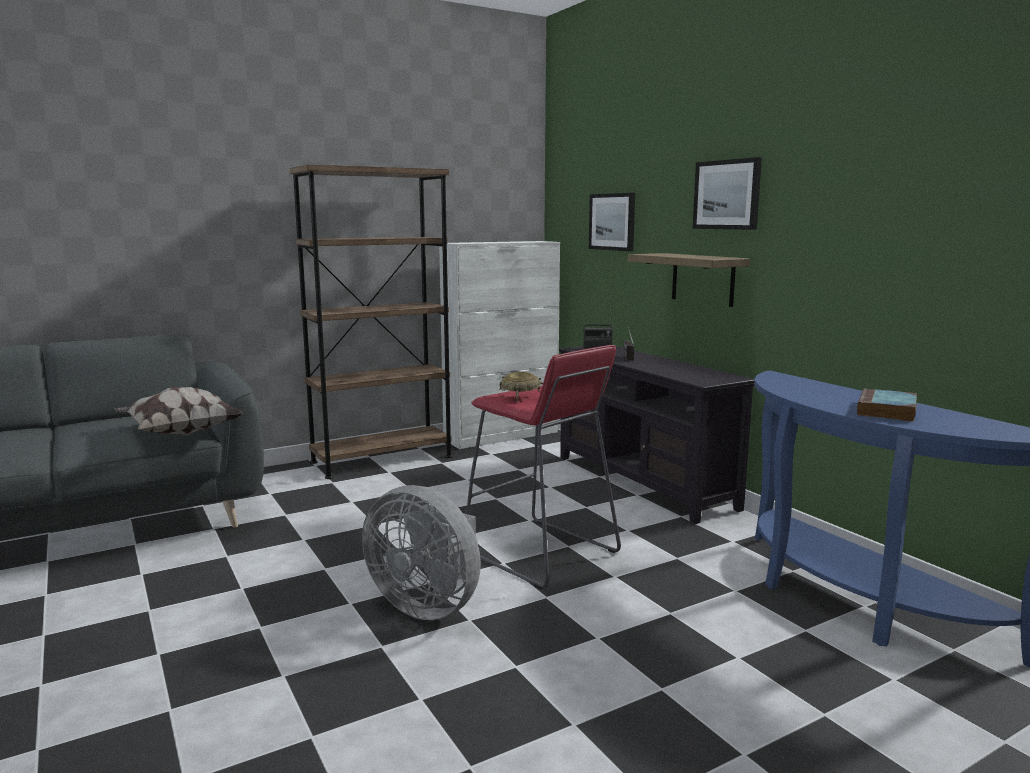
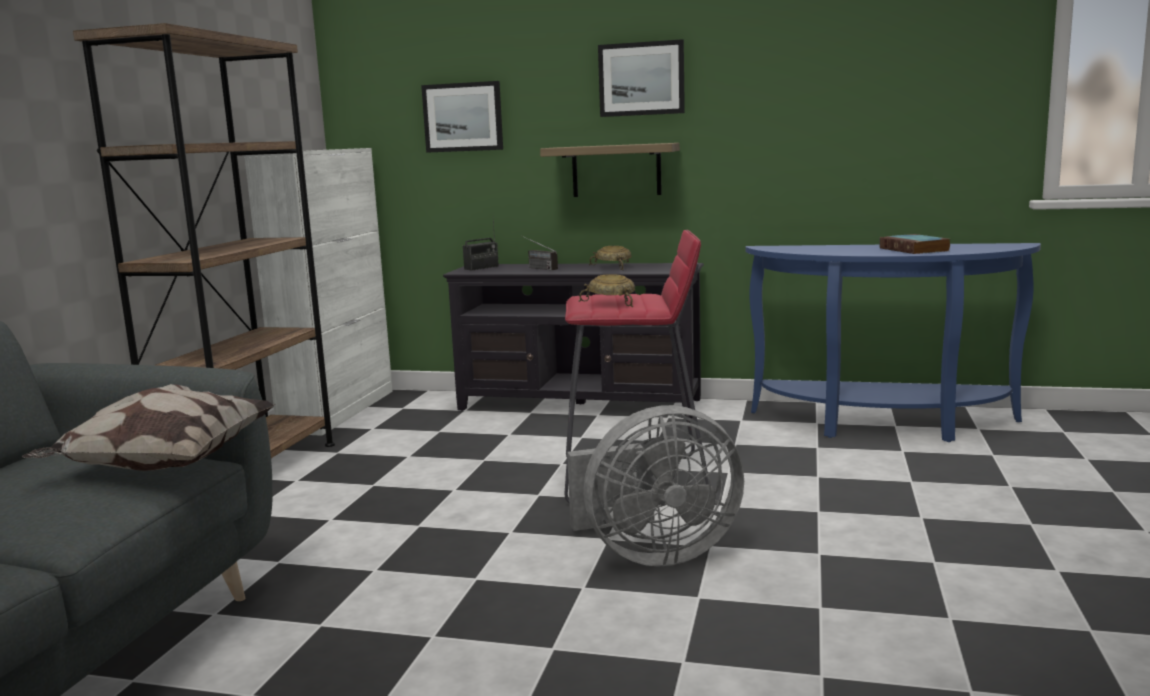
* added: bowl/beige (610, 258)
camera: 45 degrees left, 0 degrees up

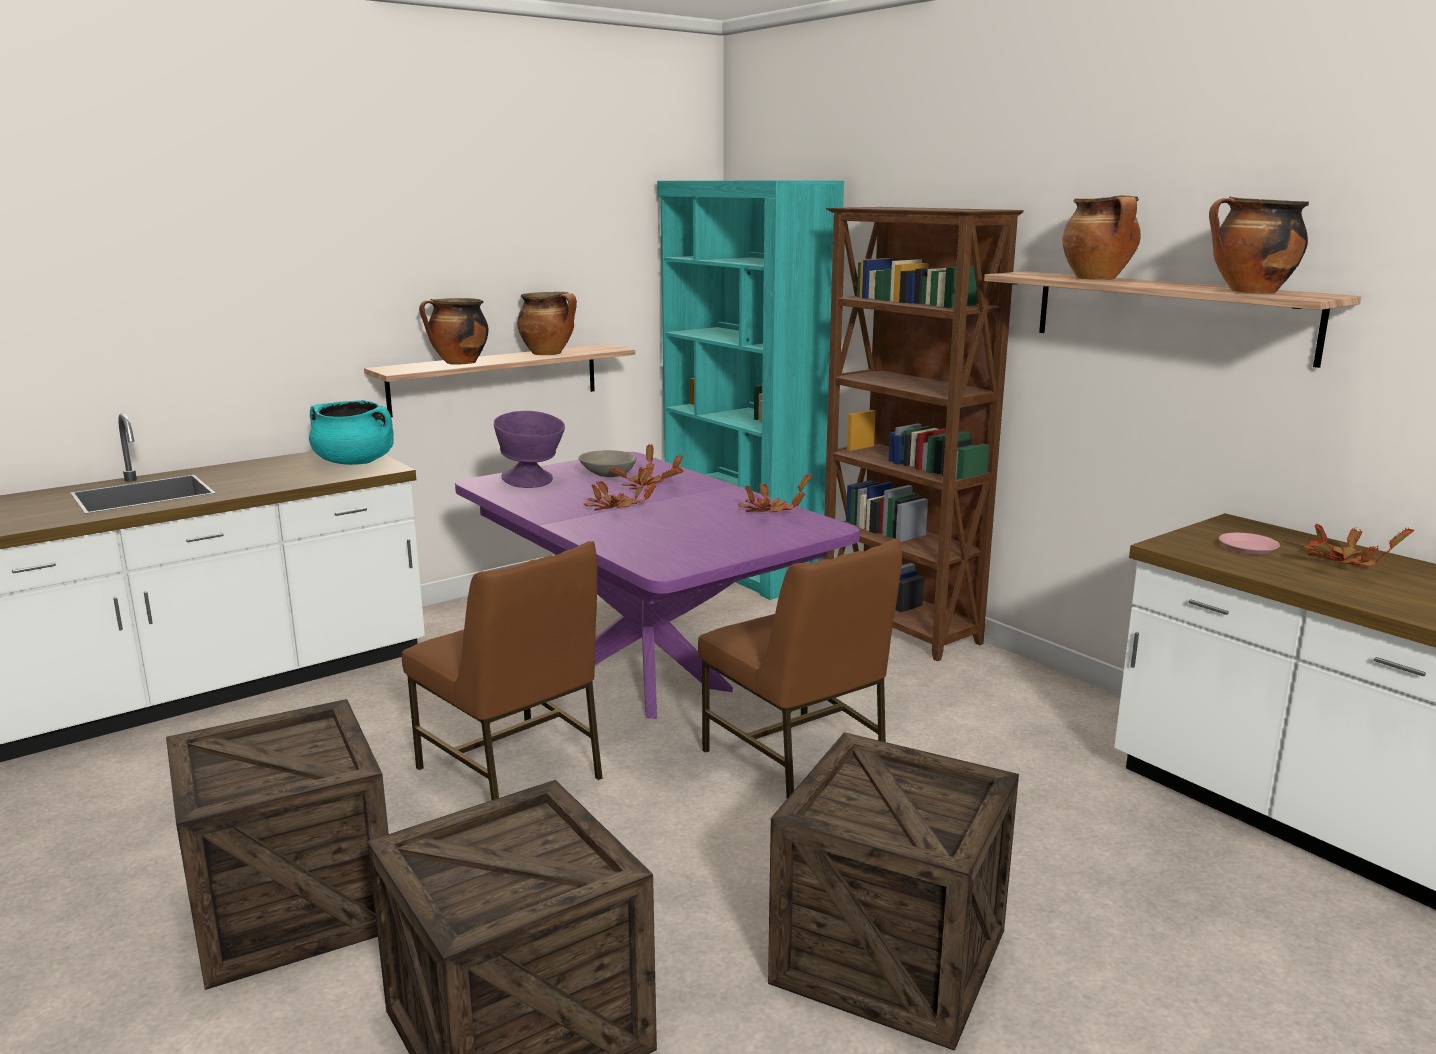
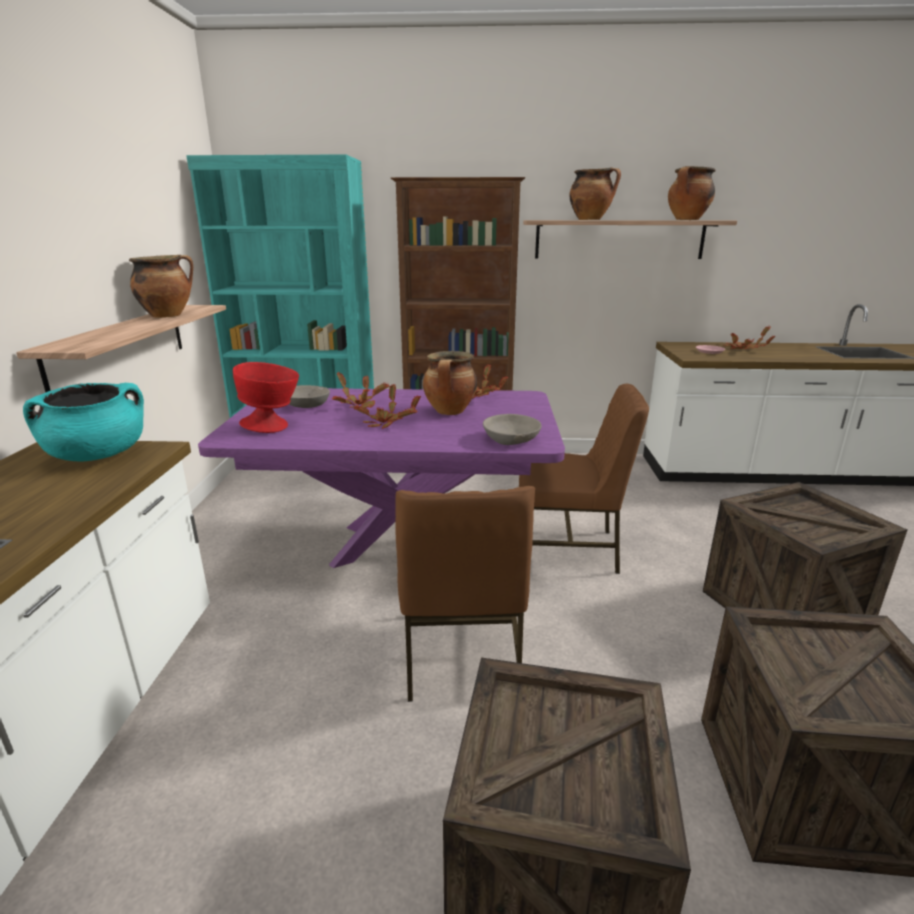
* added: bowl/gray (512, 429)
* moved: cooking pot (453, 331) to (450, 383)
* recoloured: bowl/purple-coloured (529, 449) to bowl/reddish (266, 397)
* turned: chair/brownish (502, 671) = (465, 594) 90 degrees clockwise
camera: 50 degrees left, 5 degrees up

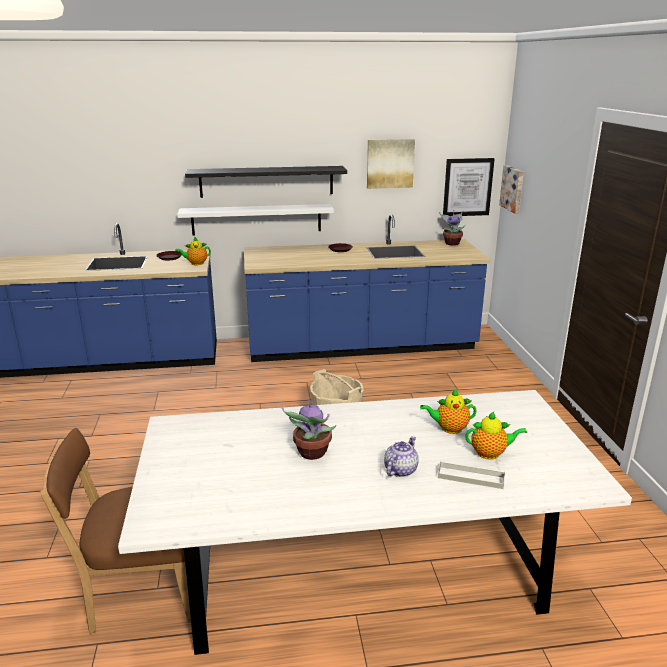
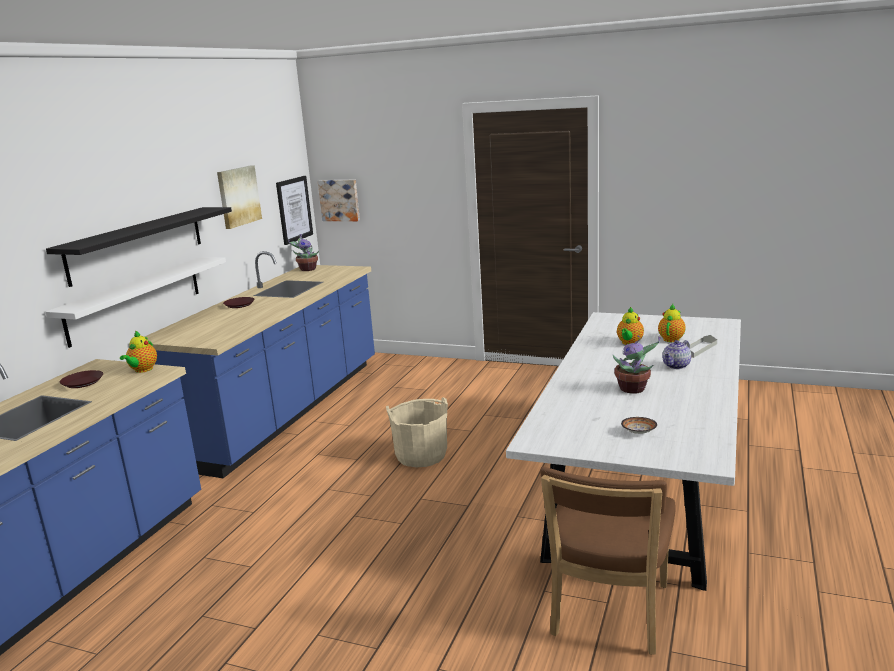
* added: bowl (639, 425)
* turned: teapot (401, 456) = (676, 354) 105 degrees counterclockwise
camera: 60 degrees left, 5 degrees down

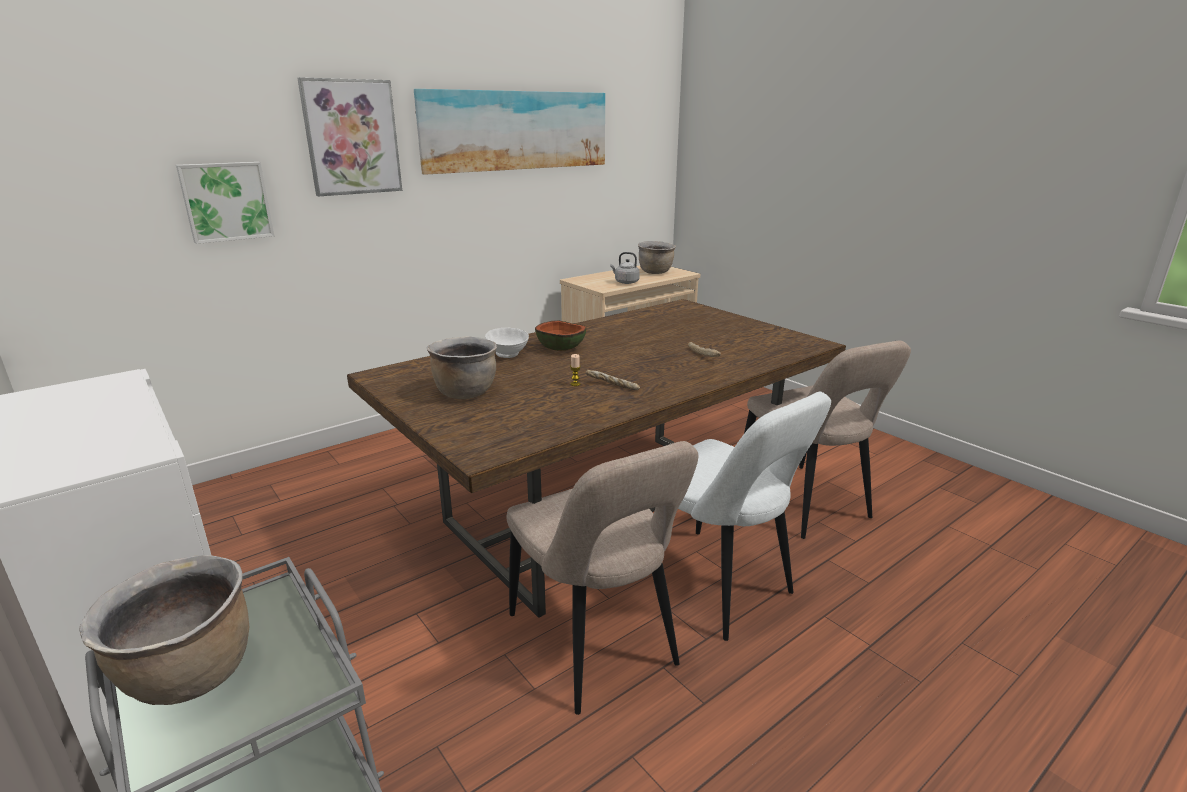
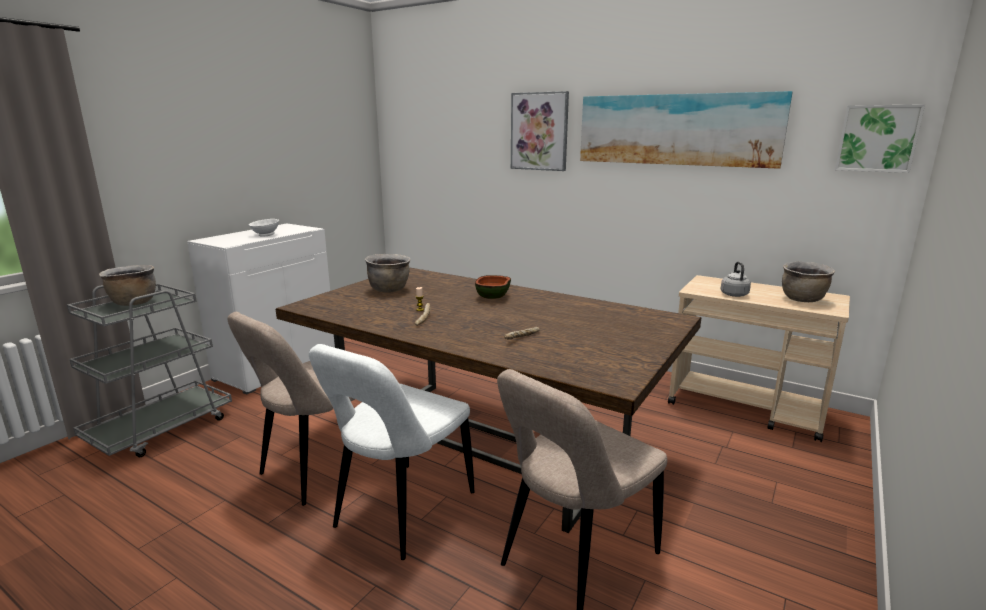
* moved: wall picture (225, 203) to (880, 138)
* moved: bowl/white-coloured (507, 343) to (264, 228)
camera: 70 degrees right, 5 degrees down

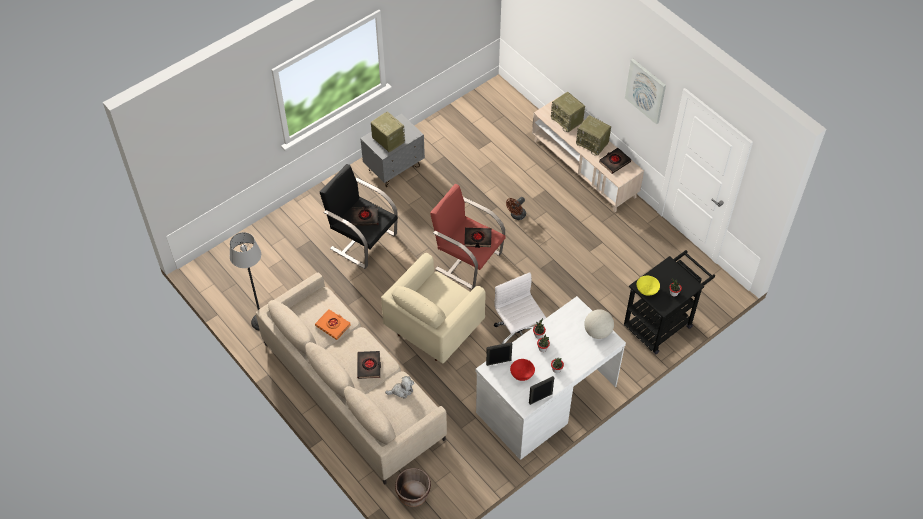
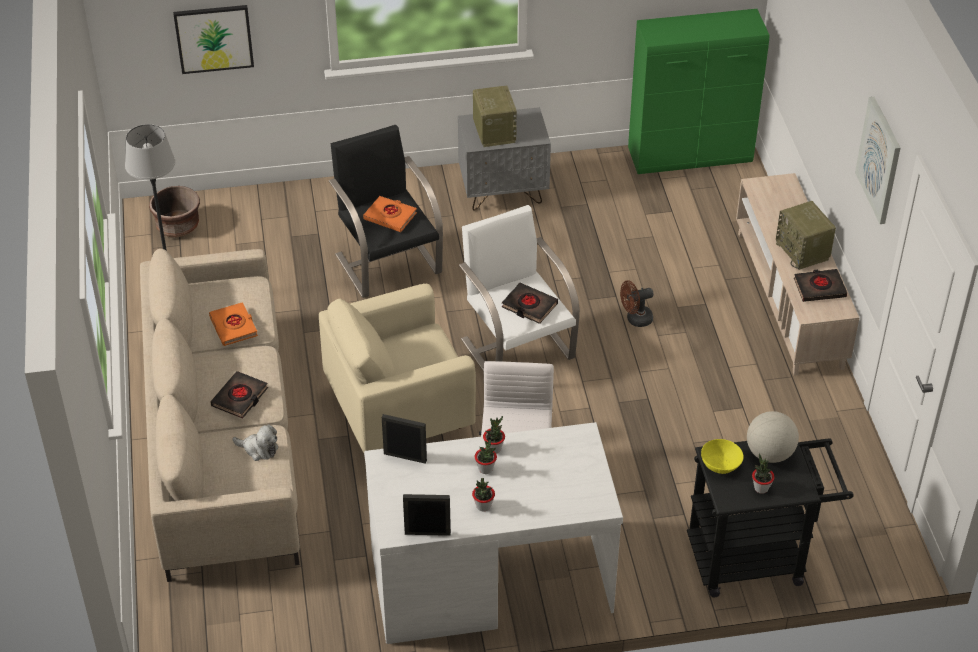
* removed: bowl/reddish (522, 370)
* removed: radio (568, 112)
* added: wall picture (213, 39)
* added: storage cabinet/greenish (698, 91)
* moved: plant pot/brownish (413, 487) to (174, 212)
* moved: desk globe (599, 324) to (773, 437)
* recoloured: bound book/blackish (365, 216) to bound book/orange (390, 214)
* recoloured: easy chair/reddish (468, 236) to easy chair/white-coloured (519, 288)
camera: 30 degrees right, 10 degrees down

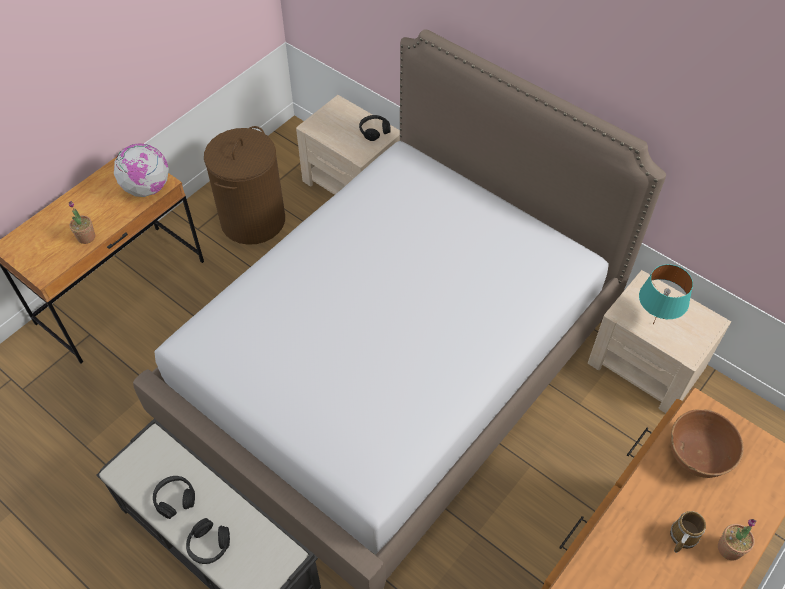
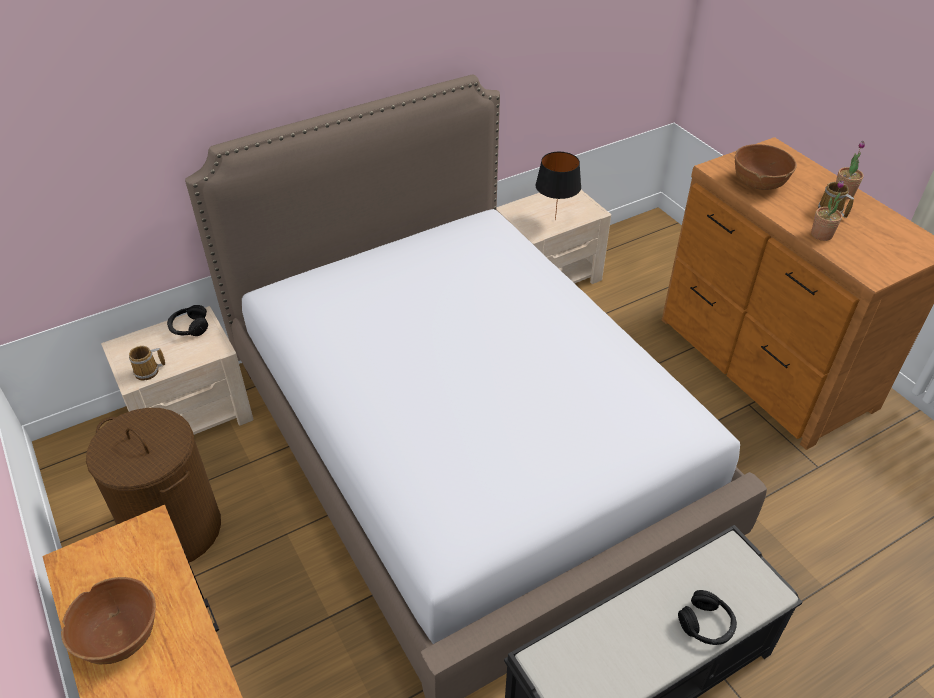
* removed: desk globe (141, 170)
* removed: headphones/blackish (174, 497)
* added: bowl/brownish (108, 621)
* added: coffee mug (147, 363)
* moved: potted plant (82, 222) to (827, 210)
* recoloured: table lamp/turquoise (666, 294) to table lamp/blackish (558, 186)
camera: 70 degrees left, 10 degrees down

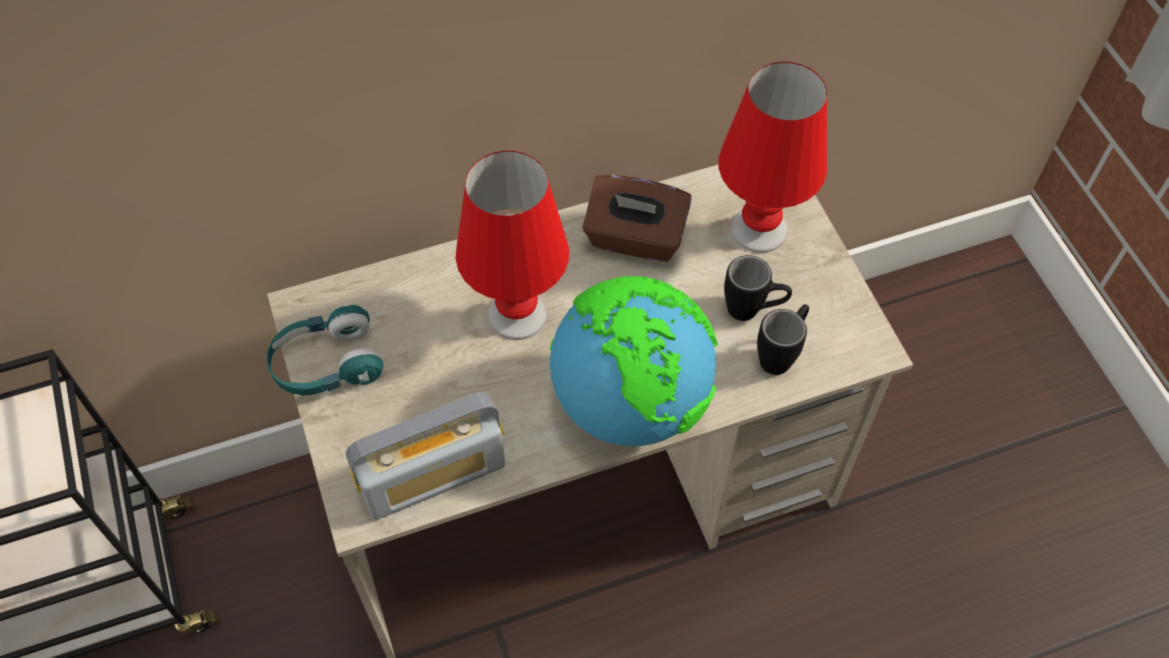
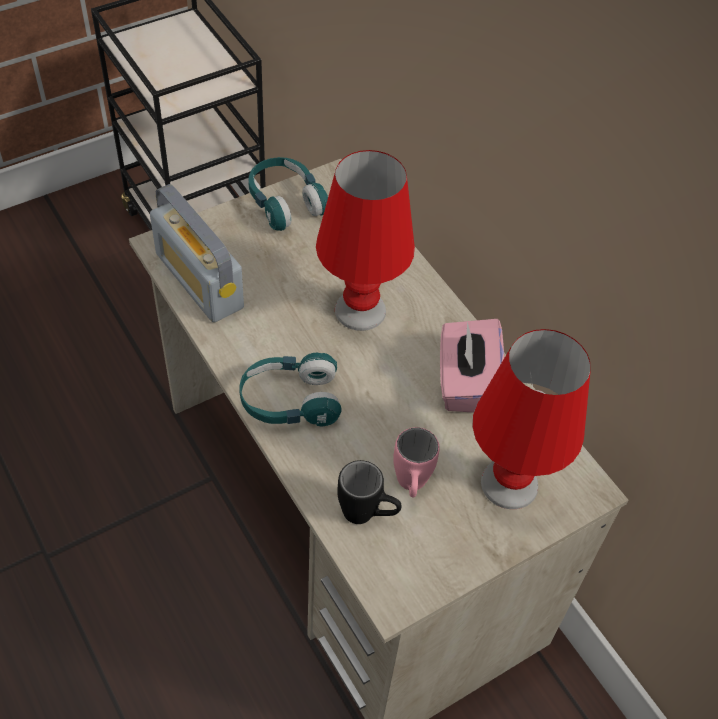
* replaced: desk globe (634, 361) to headphones/turquoise (290, 389)
* recoloured: box of tissues/brownish (637, 218) to box of tissues/pink (472, 366)
* recoloured: coffee mug/blackish (758, 288) to coffee mug/pink (416, 462)
camera: 75 degrees right, 5 degrees down

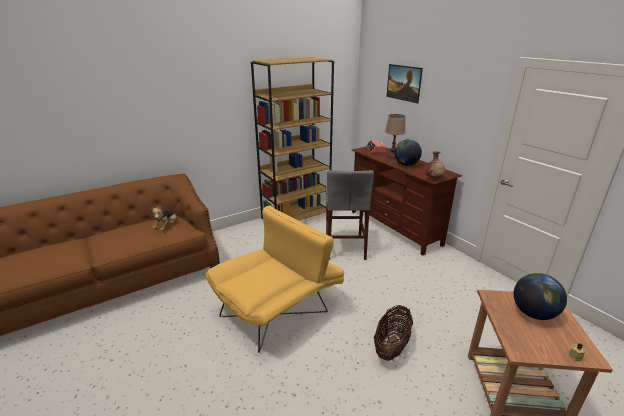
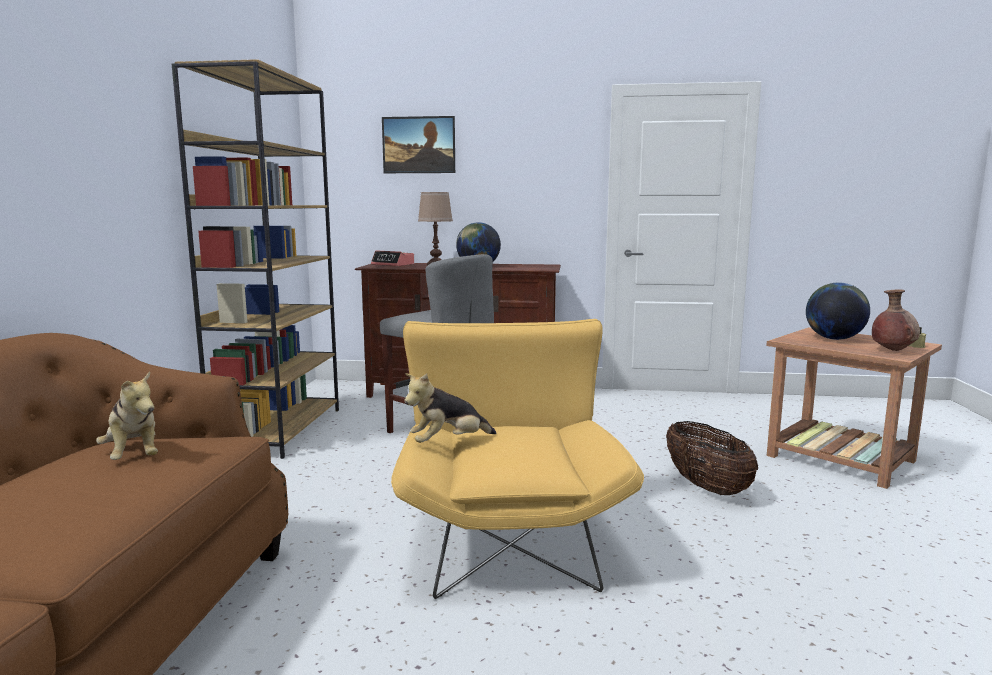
* added: cuddly toy (450, 408)
* moved: flower vase/brownish (435, 165) to (896, 320)
camera: 50 degrees left, 15 degrees down

